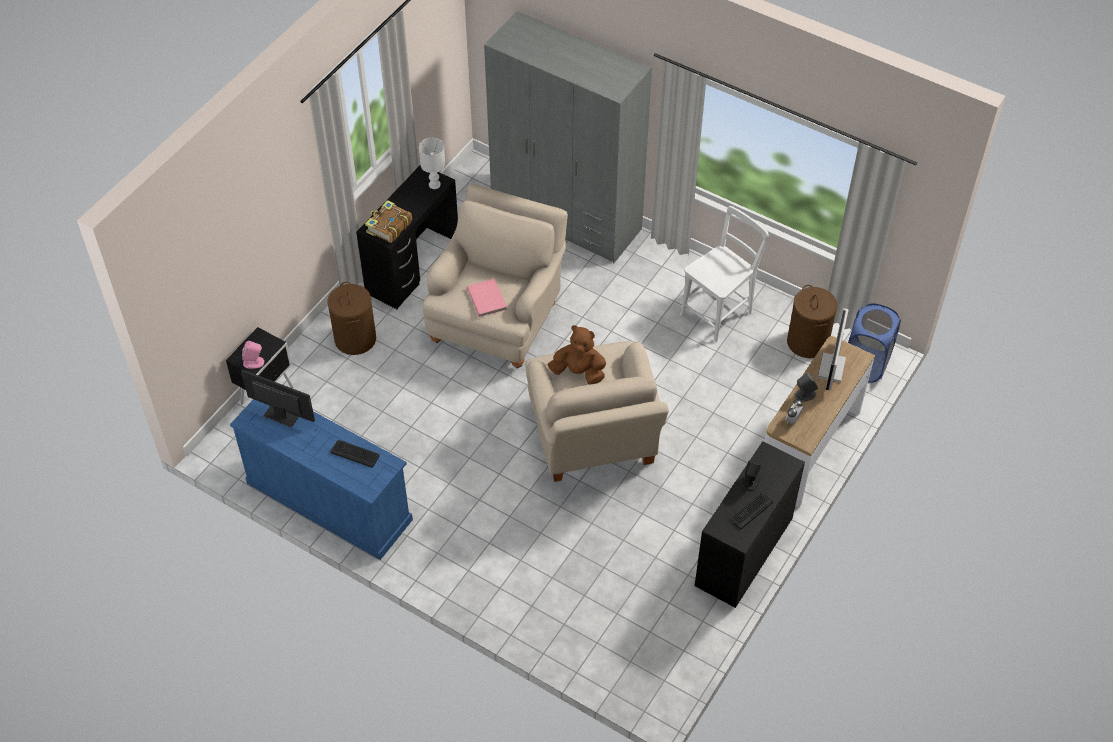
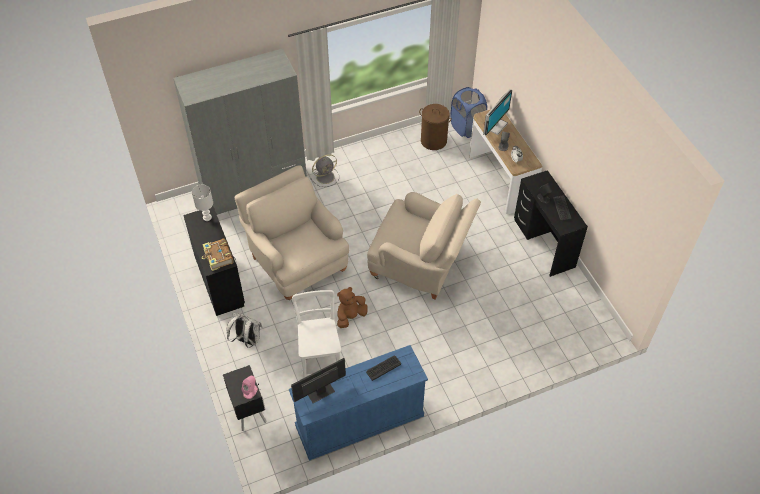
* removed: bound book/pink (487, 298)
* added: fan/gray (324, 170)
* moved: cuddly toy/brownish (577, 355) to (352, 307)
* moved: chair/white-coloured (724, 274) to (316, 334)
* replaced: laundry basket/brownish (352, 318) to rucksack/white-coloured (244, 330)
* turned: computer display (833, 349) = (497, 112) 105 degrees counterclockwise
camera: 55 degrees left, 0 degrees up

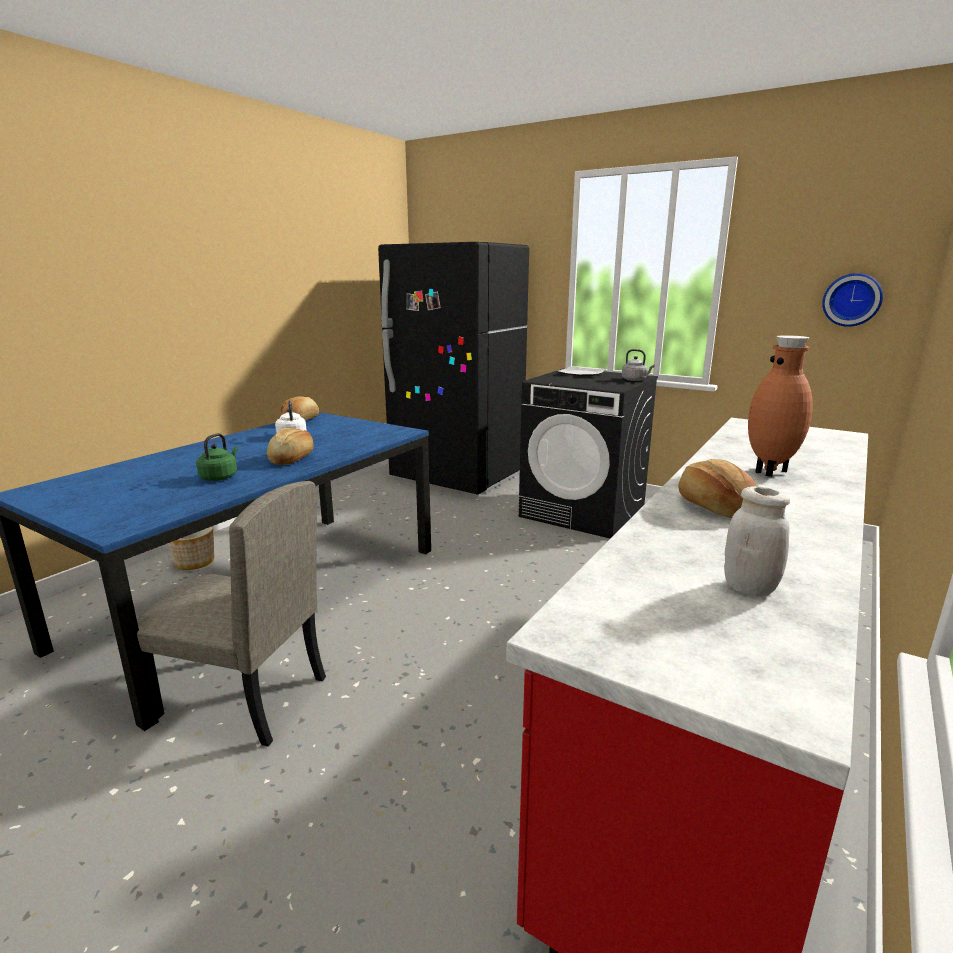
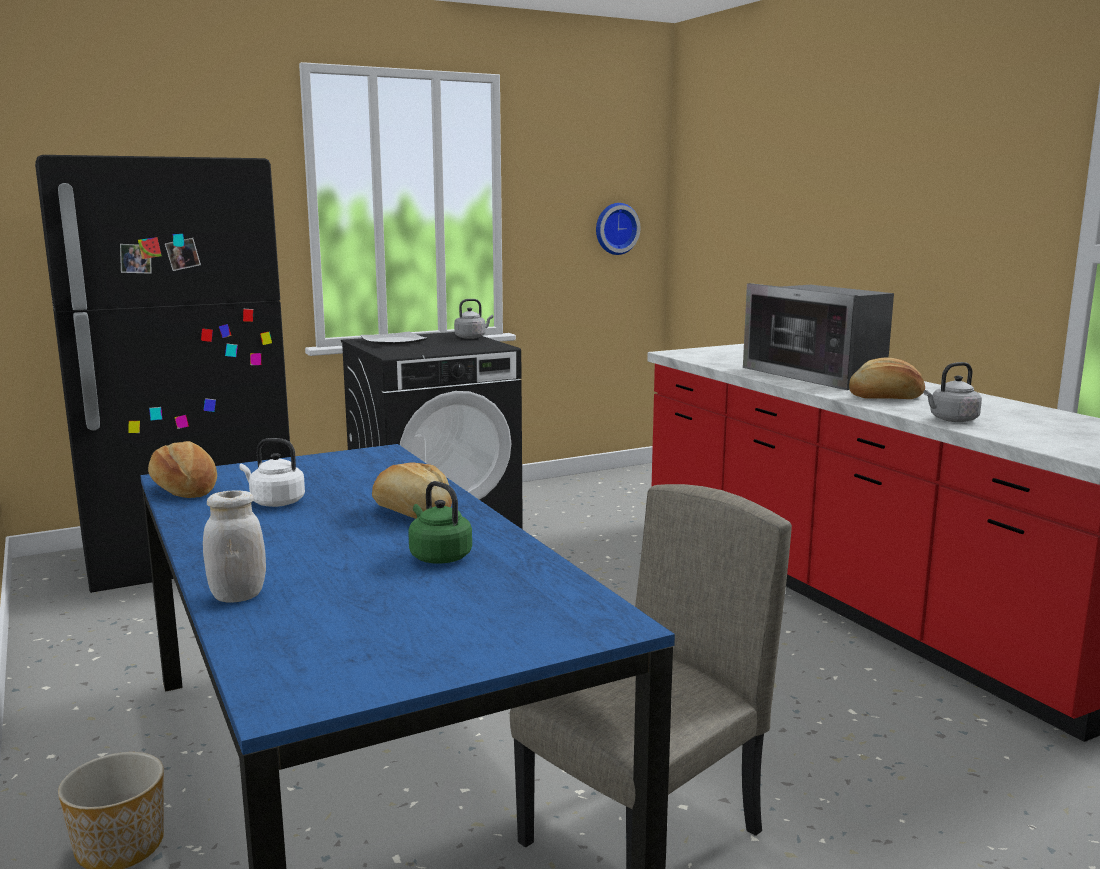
* added: tea kettle/gray (953, 392)
* moved: jar/white-coloured (757, 541) to (234, 546)
* replaced: flower vase/brownish (780, 406) to microwave oven (818, 336)
camera: 60 degrees left, 5 degrees down

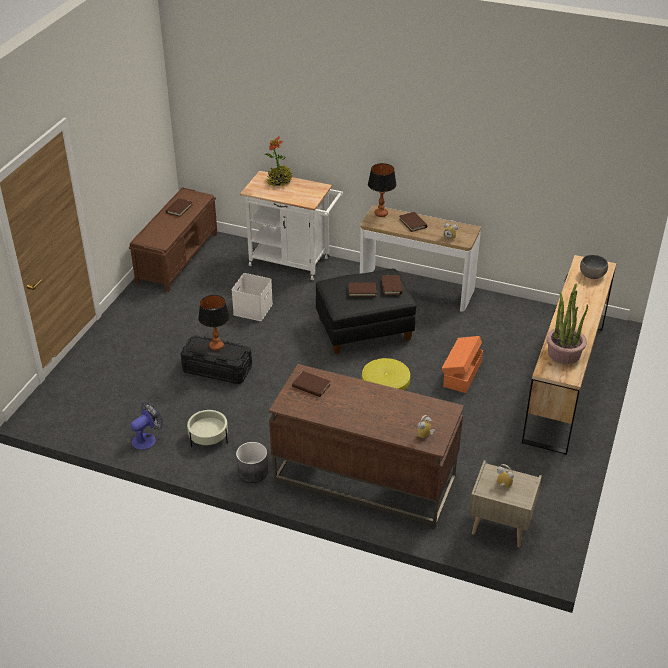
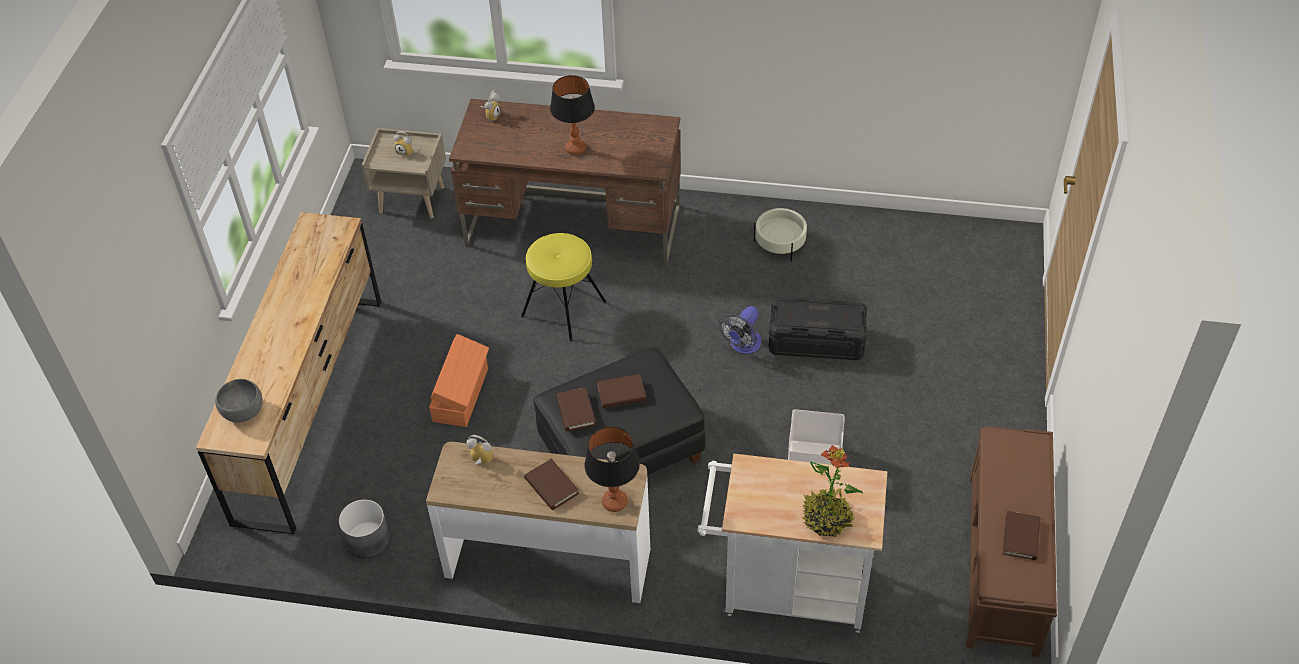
* removed: bound book/brownish (311, 384)
* removed: potted plant (567, 323)
* moved: fan (146, 426) to (740, 330)
* moved: table lamp (214, 323) to (572, 115)
* moved: plant pot/gray (252, 462) to (364, 529)
camera: 170 degrees right, 10 degrees up

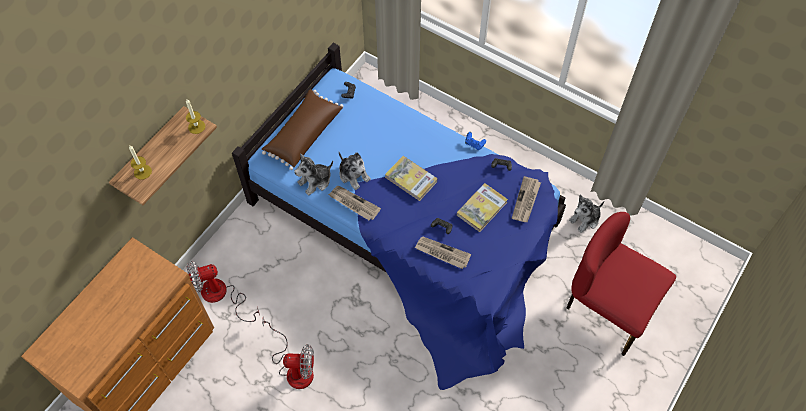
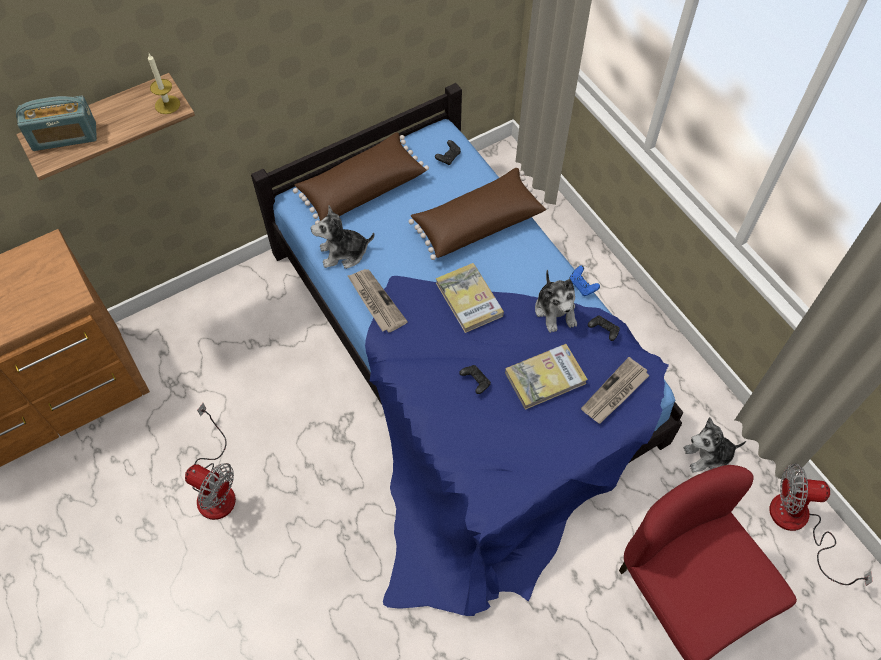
* removed: daily paper (442, 252)
* added: throw pillow/brownish (479, 214)
* moved: fan (223, 291) to (821, 524)
* moved: cuddly toy (355, 171) to (556, 301)
* replaced: wax light (140, 163) to radio (56, 123)
camera: 25 degrees right, 0 degrees up

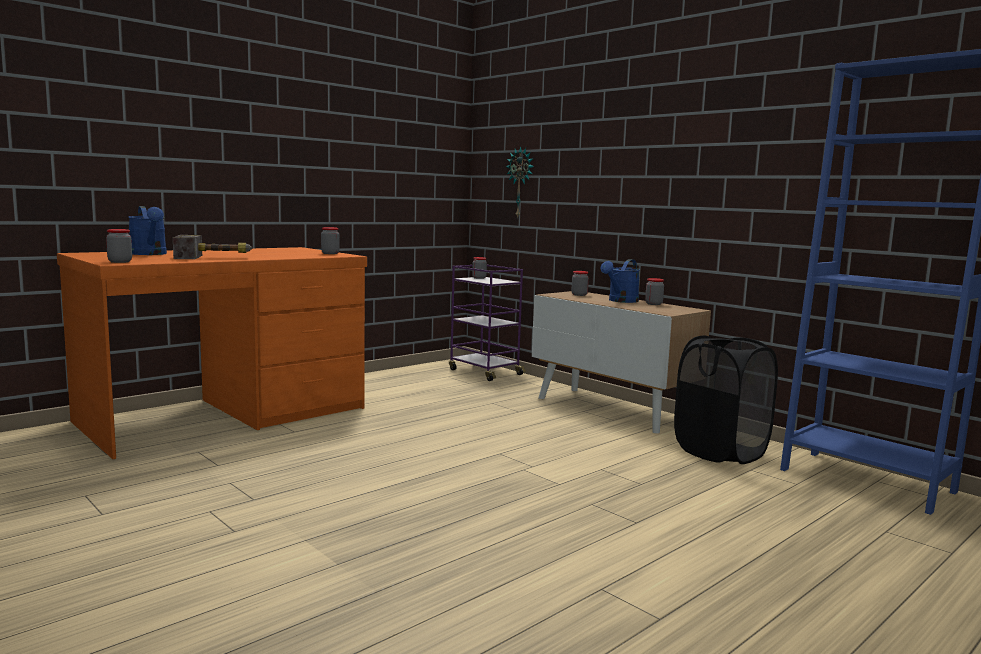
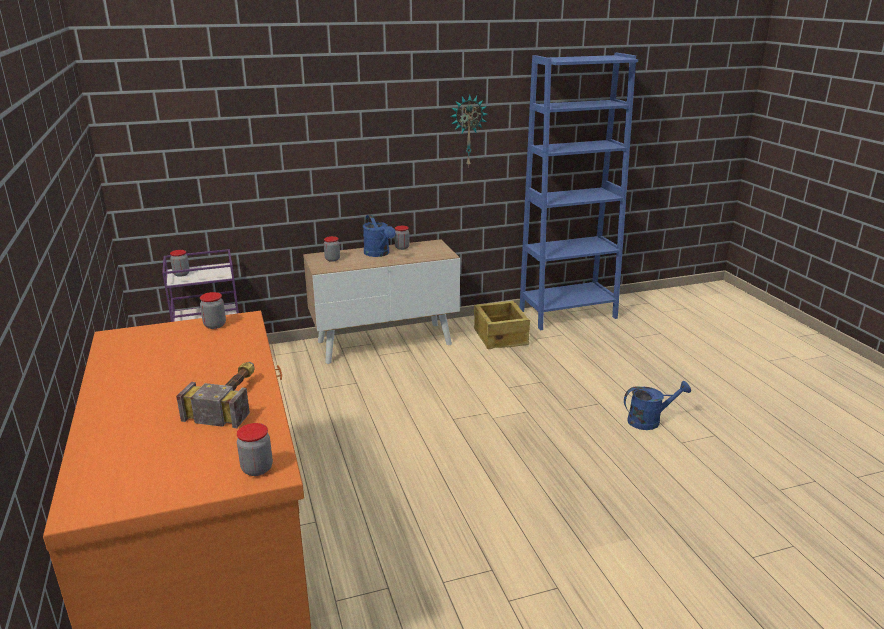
* moved: watering pot/bluish (147, 230) to (657, 405)
* moved: wall clock (520, 182) to (469, 131)
* replaced: laundry basket/blackish (726, 399) to crate (502, 325)
camera: 65 degrees left, 15 degrees up

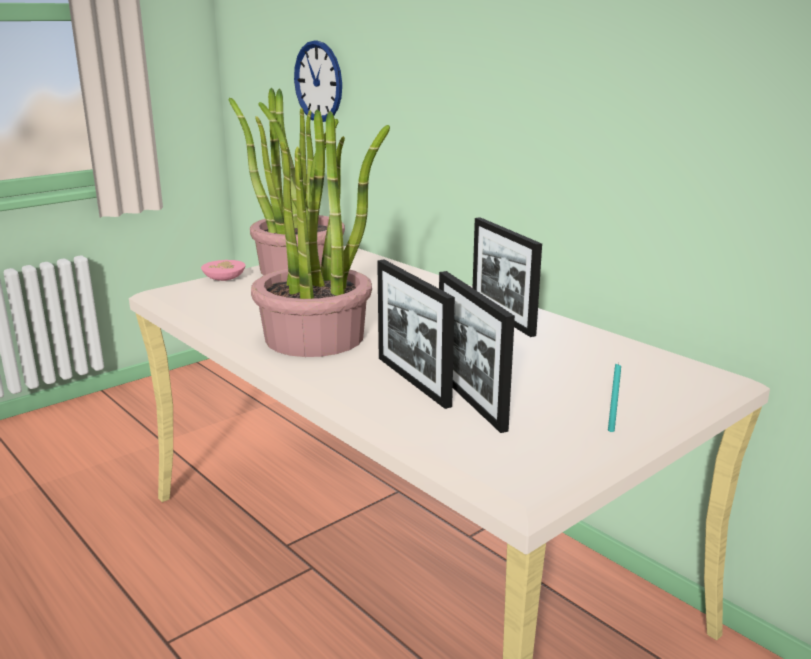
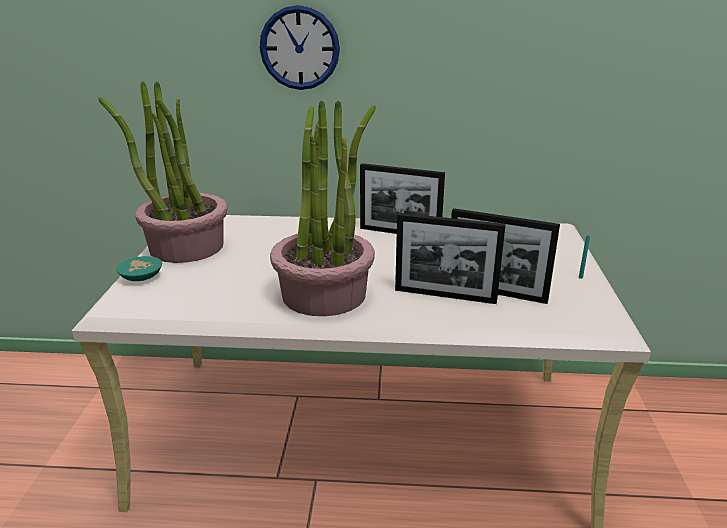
* moved: wall clock (318, 81) to (300, 47)
* recoloured: bowl/pink (223, 270) to bowl/turquoise (139, 268)
camera: 45 degrees left, 5 degrees up

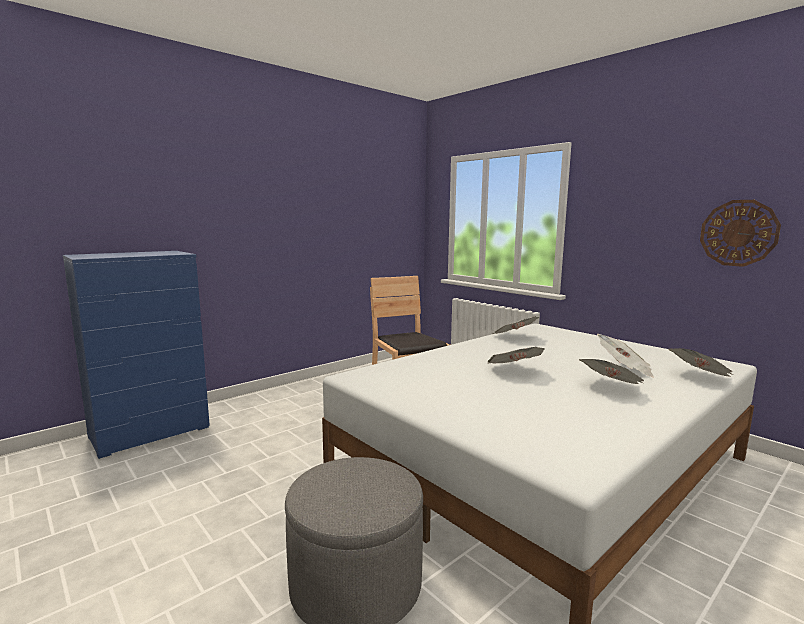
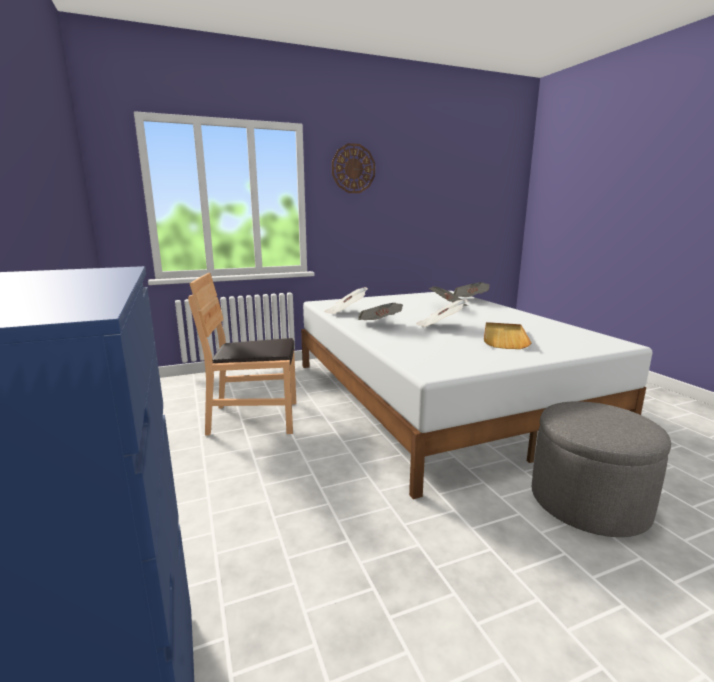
* added: serving tray/beige (507, 335)
* moved: daily paper (611, 371) to (380, 311)
* moved: wall clock (740, 233) to (353, 168)
camera: 70 degrees left, 5 degrees up

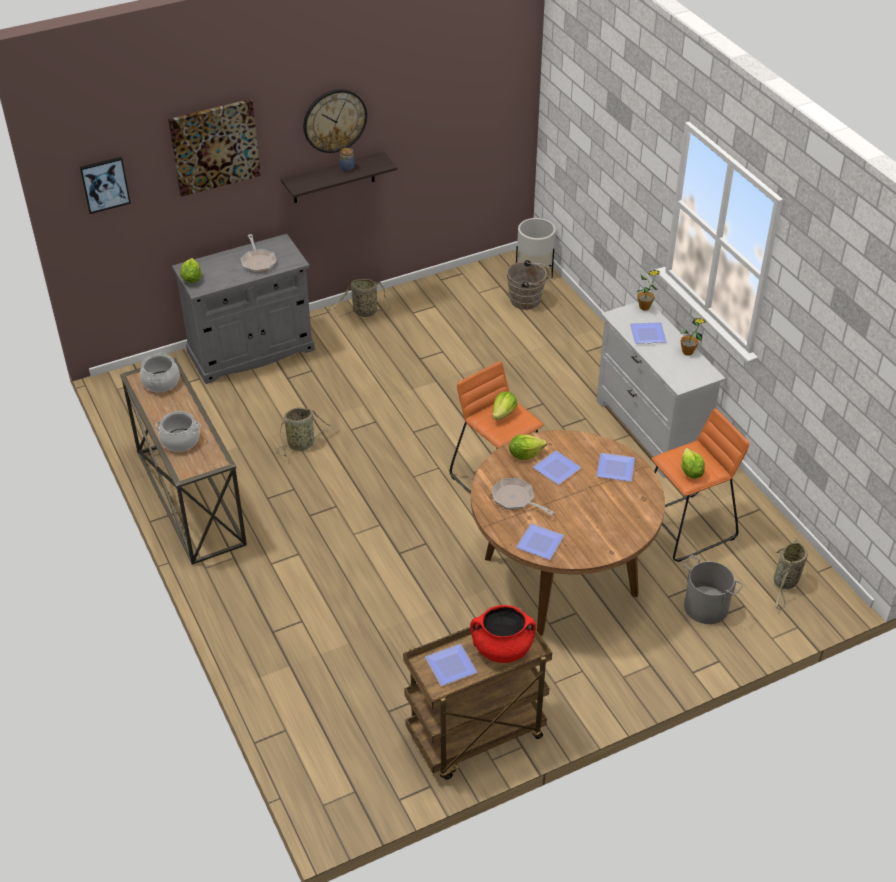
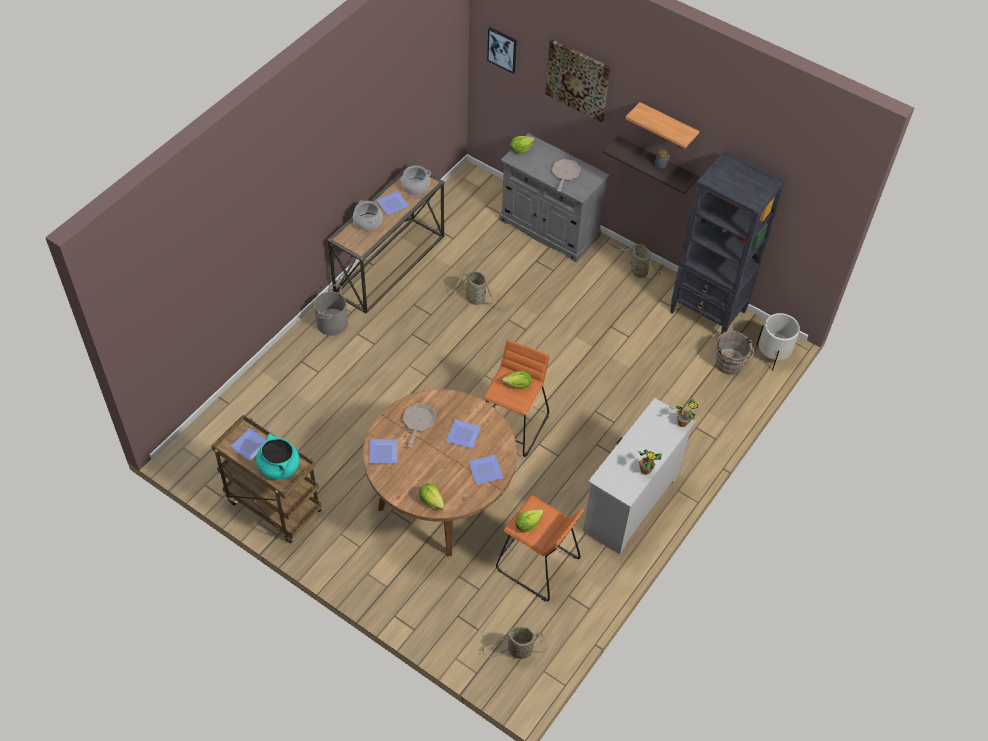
* added: shelving unit/blackish (727, 242)
* moved: lettuce (528, 447) to (431, 496)
* moved: plate (648, 333) to (392, 203)
* moved: bucket/gray (713, 589) to (331, 310)
* replaced: wall clock (335, 121) to bracket shelf (662, 125)
* recoloured: cooking pot/reddish (503, 634) to cooking pot/turquoise (278, 457)
* turned: pan (259, 253) = (566, 175) 150 degrees clockwise
camera: 60 degrees right, 10 degrees up

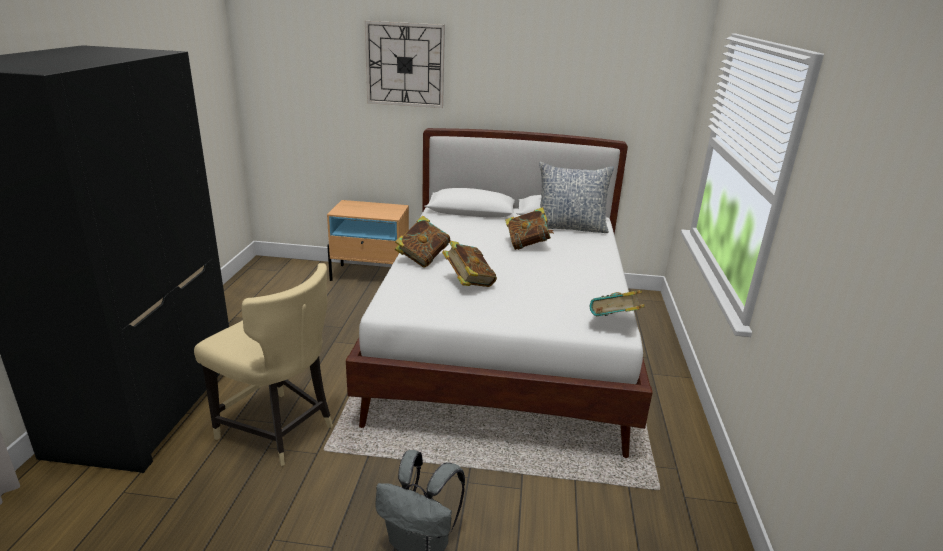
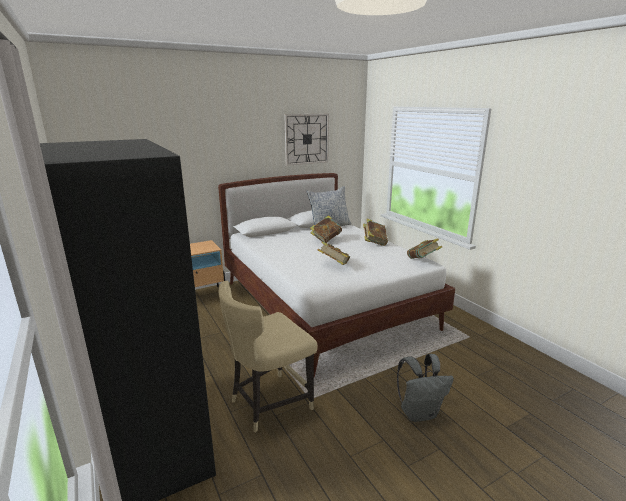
* moved: wall clock (405, 64) to (306, 139)
* moved: bound book (422, 242) to (375, 232)
* turned: chair/beige (263, 364) = (267, 357) 150 degrees clockwise
camera: 35 degrees left, 5 degrees down

